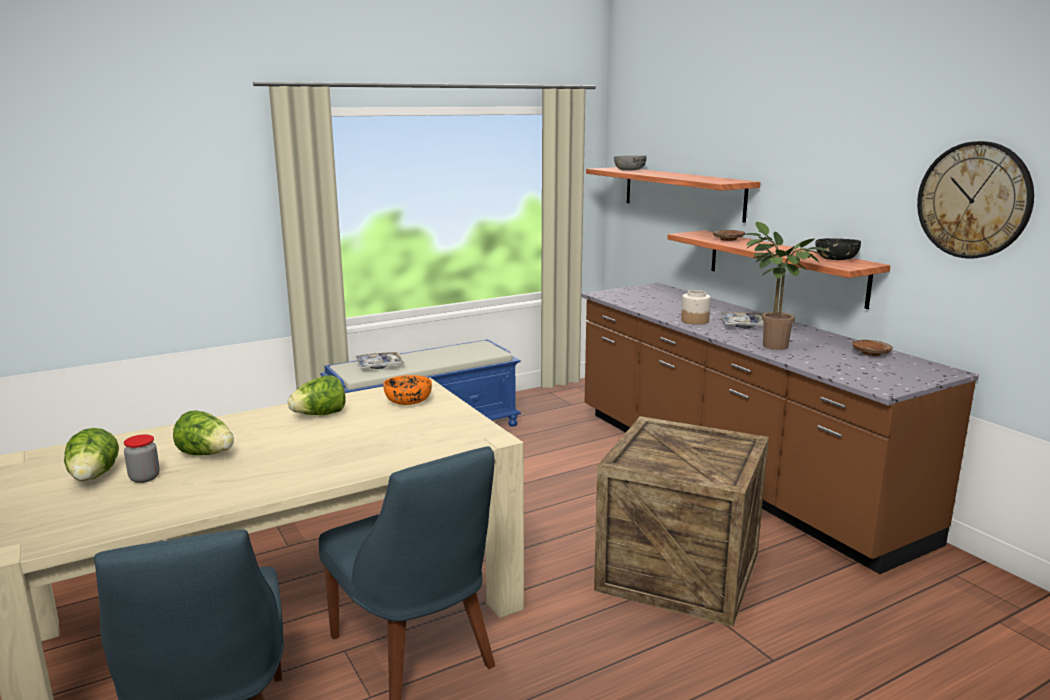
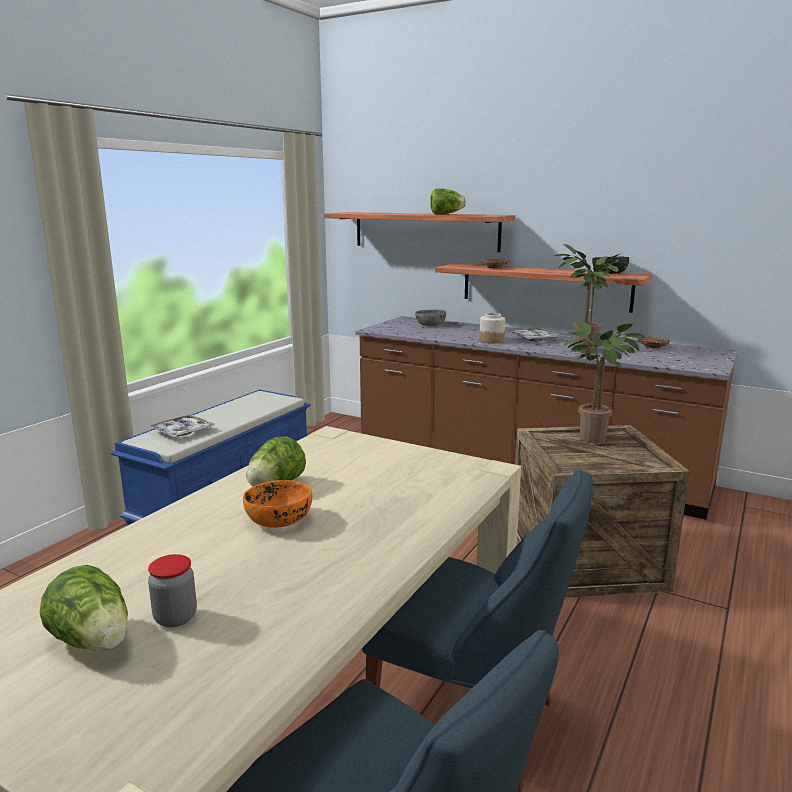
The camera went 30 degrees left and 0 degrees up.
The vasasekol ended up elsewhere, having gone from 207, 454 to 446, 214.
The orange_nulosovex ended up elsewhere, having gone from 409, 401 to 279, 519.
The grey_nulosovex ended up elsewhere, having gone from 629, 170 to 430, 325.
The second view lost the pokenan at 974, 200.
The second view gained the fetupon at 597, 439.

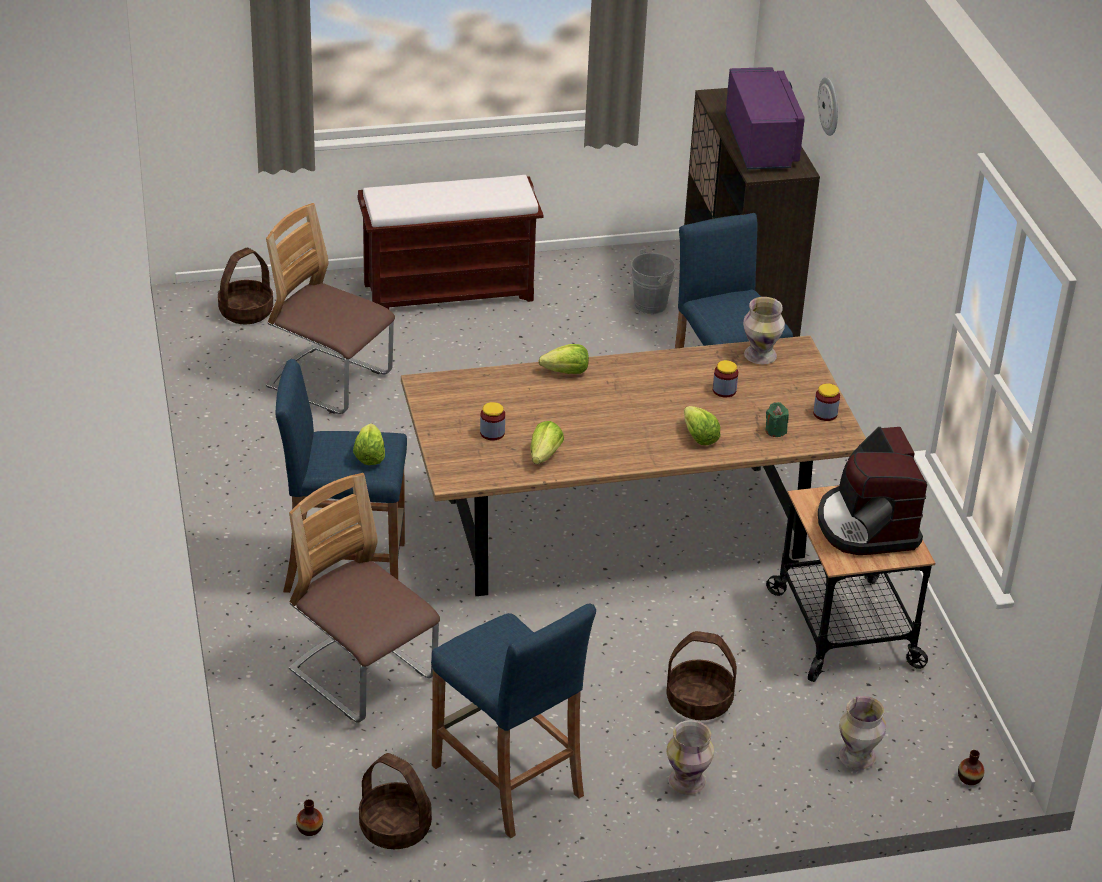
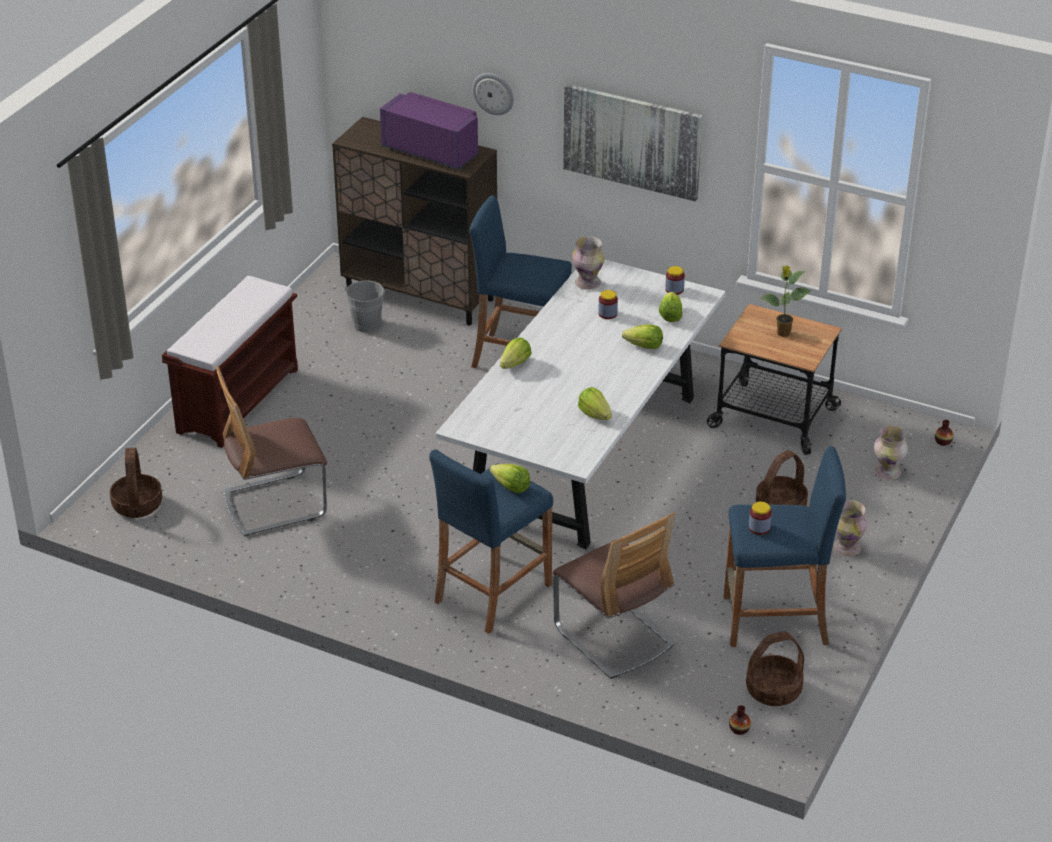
The camera went 50 degrees left and 0 degrees up.
The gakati at 362, 676 ended up facing another way, 120 degrees counterclockwise from before.
What was the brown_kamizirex at 624, 527 turned into the white_kamizirex at 585, 453.
The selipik ended up elsewhere, having gone from 492, 433 to 759, 528.
Where the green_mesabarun stood at 775, 431, the vasasekol came to stand at 670, 315.
Where the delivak stood at 866, 525, the fetupon came to stand at 783, 333.
The second view gained the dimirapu at 632, 141.

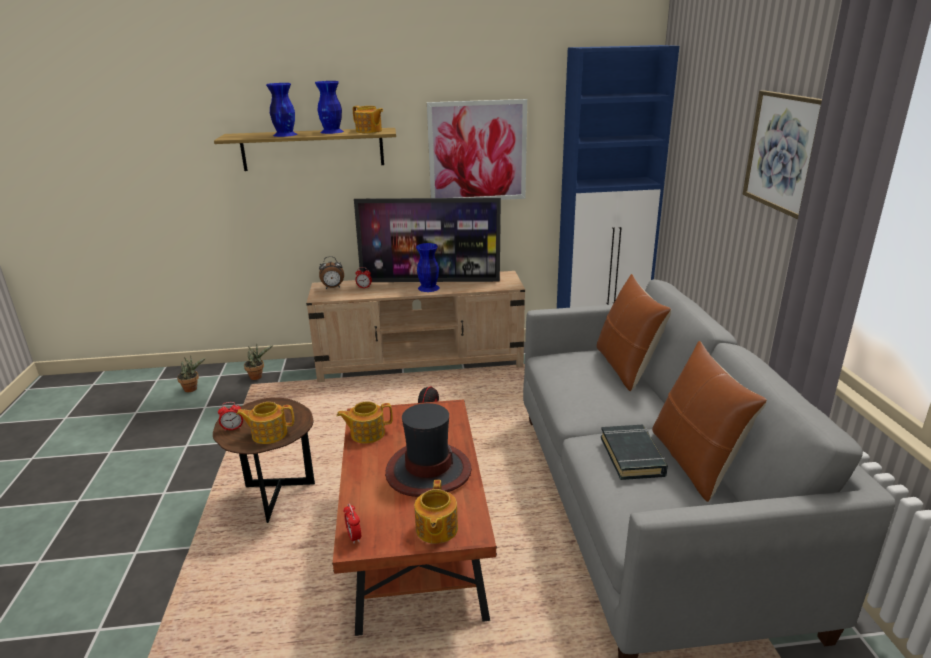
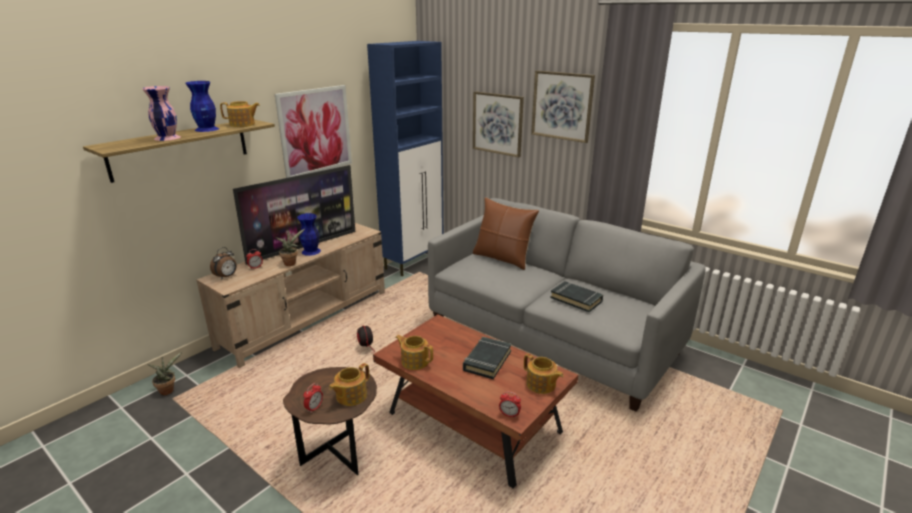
The camera went 45 degrees left and 0 degrees up.
The fetupon ended up elsewhere, having gone from 192, 389 to 291, 263.
What was the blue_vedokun at 285, 134 turned into the pink_vedokun at 167, 138.
The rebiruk at 366, 433 ended up facing another way, 90 degrees clockwise from before.
Where the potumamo stood at 428, 471, the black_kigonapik came to stand at 487, 360.
The second view lost the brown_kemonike at 694, 462.
The second view gained the dimirapu at 497, 123.

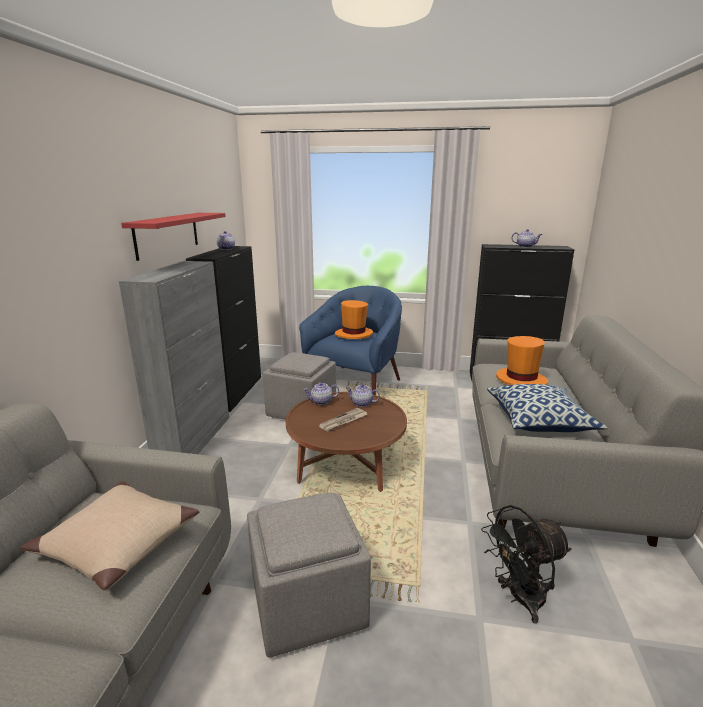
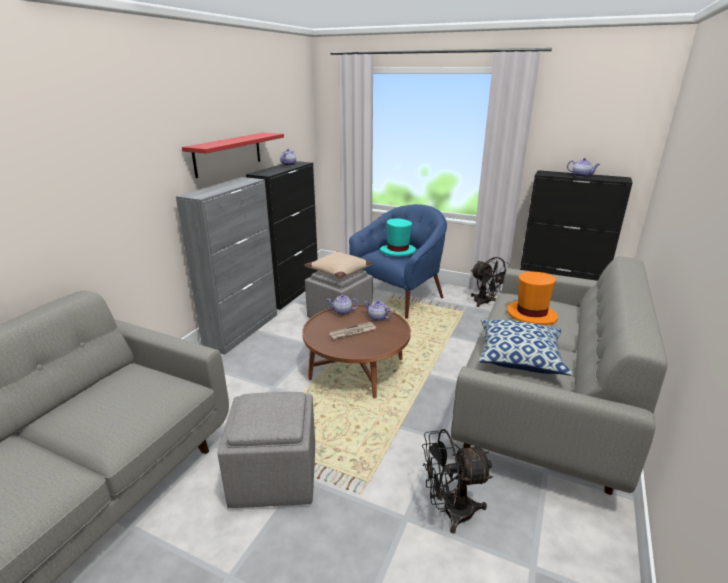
The camera went 15 degrees right and 5 degrees up.
The beige_kemonike ended up elsewhere, having gone from 117, 543 to 338, 271.
What was the orange_potumamo at 353, 334 turned into the turquoise_potumamo at 397, 251.
The second view gained the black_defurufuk at 485, 302.

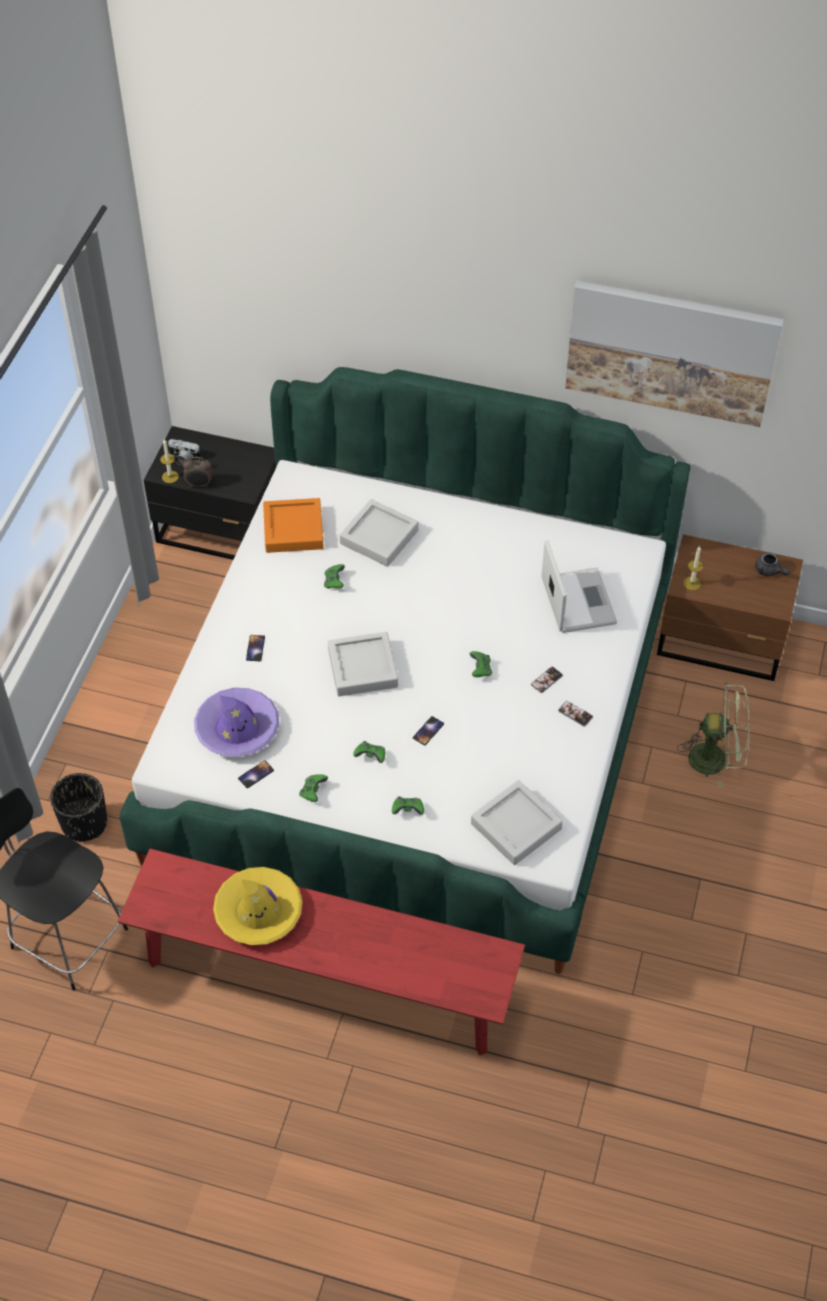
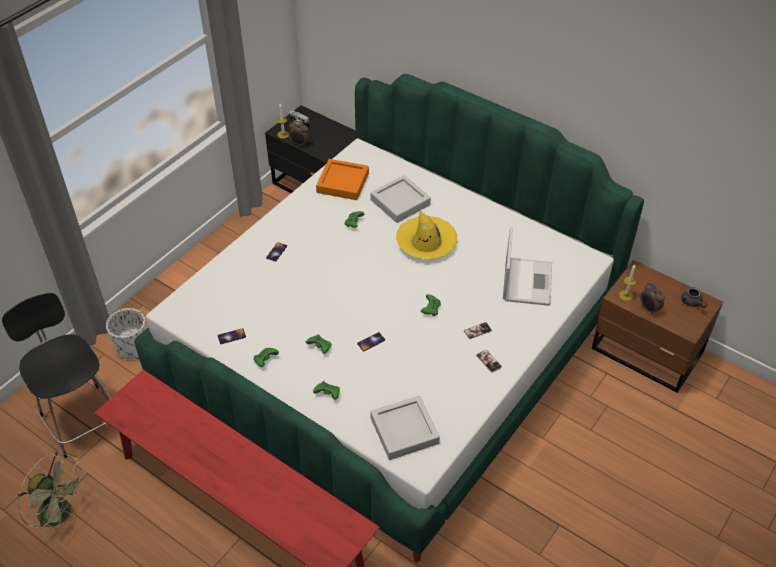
The camera went 20 degrees right and 5 degrees down.
What was the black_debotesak at 84, 824 turned into the white_debotesak at 132, 347.
The second view lost the purple_potumamo at 237, 728.
The yellow_potumamo ended up elsewhere, having gone from 259, 911 to 426, 243.
The second view lost the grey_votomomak at 362, 668.
The second view lost the dimirapu at 671, 351.
The green_defurufuk ended up elsewhere, having gone from 716, 759 to 62, 514.
The second view gained the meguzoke at 648, 309.

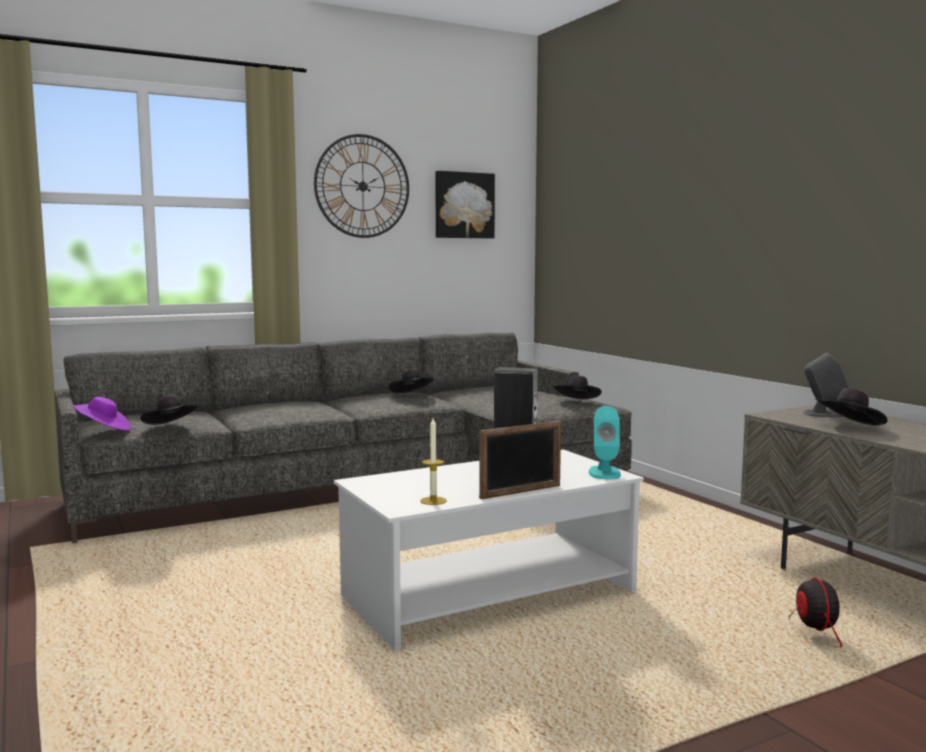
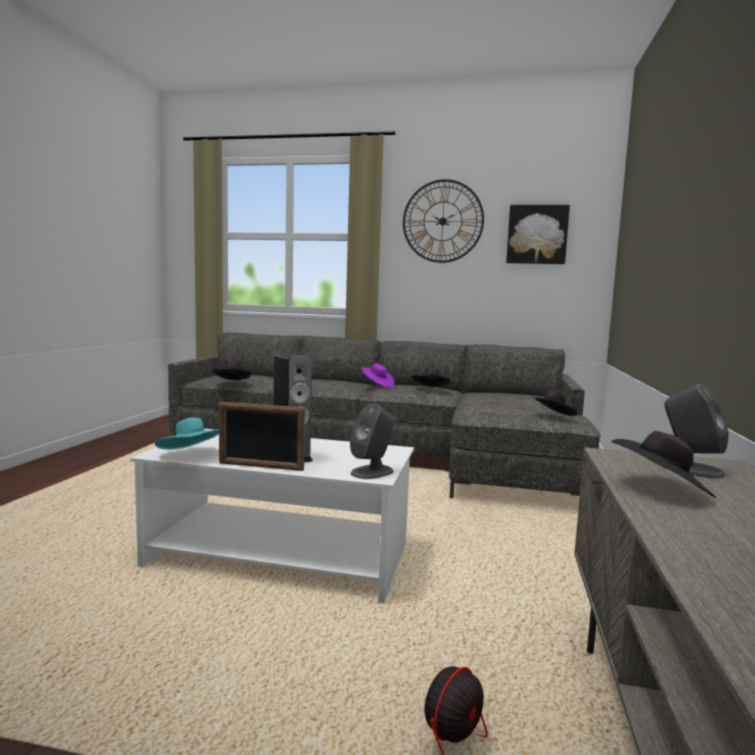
The camera went 40 degrees right and 0 degrees up.
The purple_potumamo ended up elsewhere, having gone from 103, 430 to 377, 385.
Where the mesabarun stood at 433, 501, the turquoise_potumamo came to stand at 191, 455.
What was the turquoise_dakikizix at 604, 473 turned into the grey_dakikizix at 372, 472.

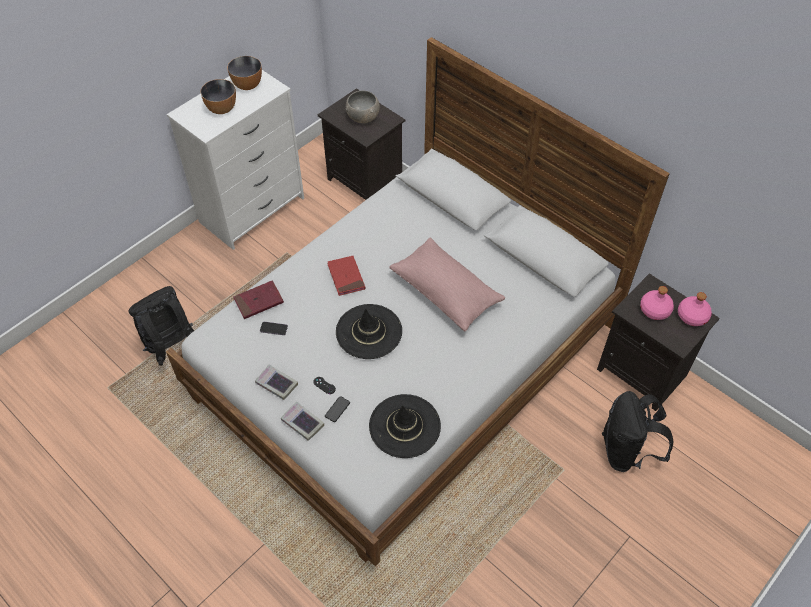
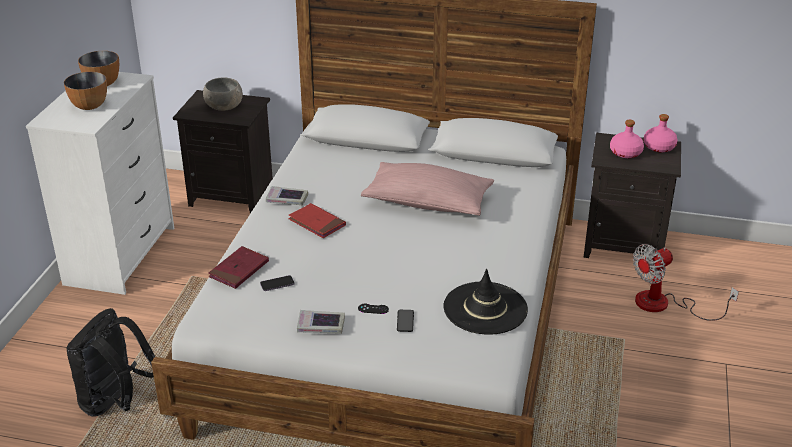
The camera went 30 degrees left and 20 degrees down.
The kigonapik ended up elsewhere, having gone from 302, 423 to 287, 199.
The second view lost the black_potumamo at 369, 332.
Where the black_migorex stood at 626, 451, the defurufuk came to stand at 664, 305.

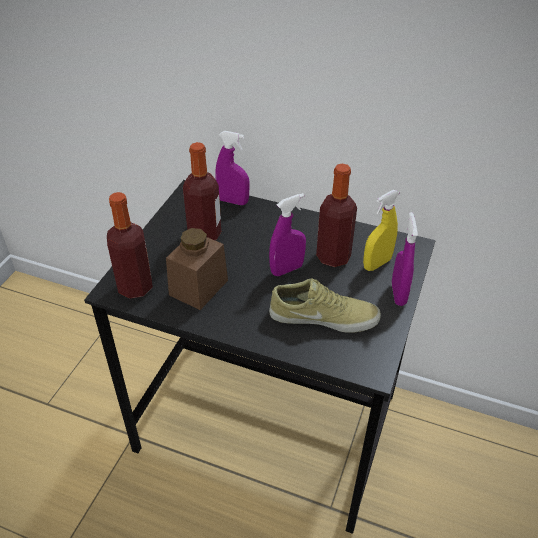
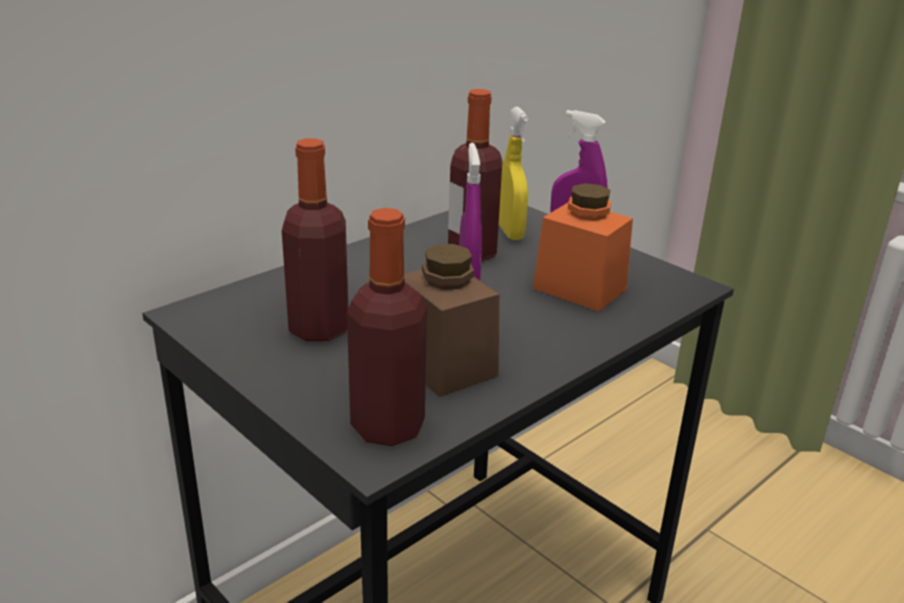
The camera went 65 degrees left and 15 degrees down.
The second view lost the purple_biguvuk at 233, 201.
Where the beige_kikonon stood at 324, 315, the orange_selipik came to stand at 579, 288.

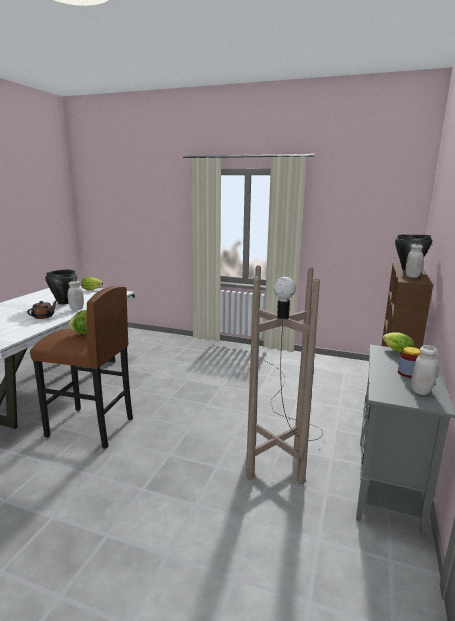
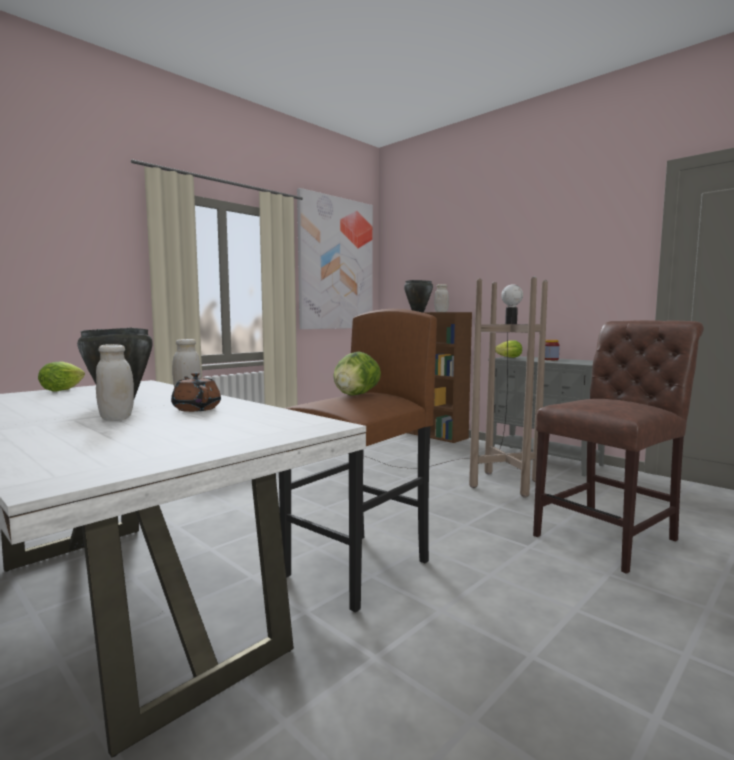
The camera went 65 degrees left and 10 degrees down.
The white_selipik ended up elsewhere, having gone from 421, 391 to 116, 418.
The second view gained the dimirapu at 336, 264.
The second view gained the brown_gakati at 610, 536.

